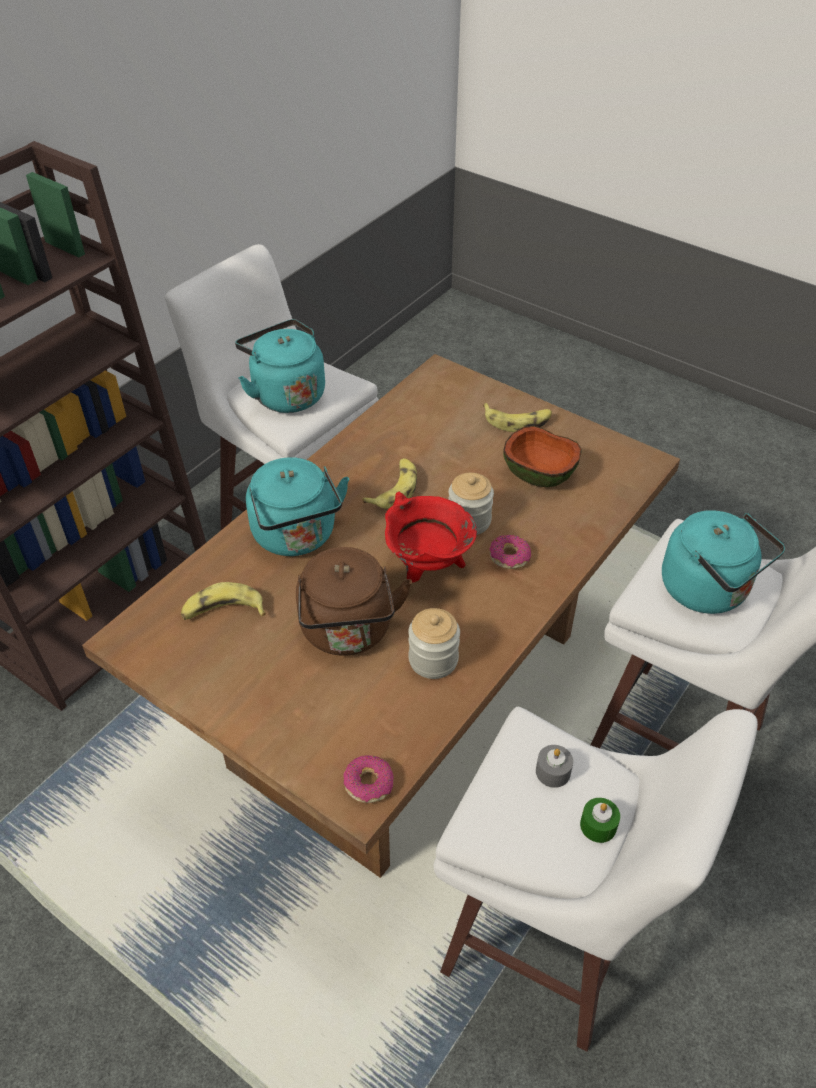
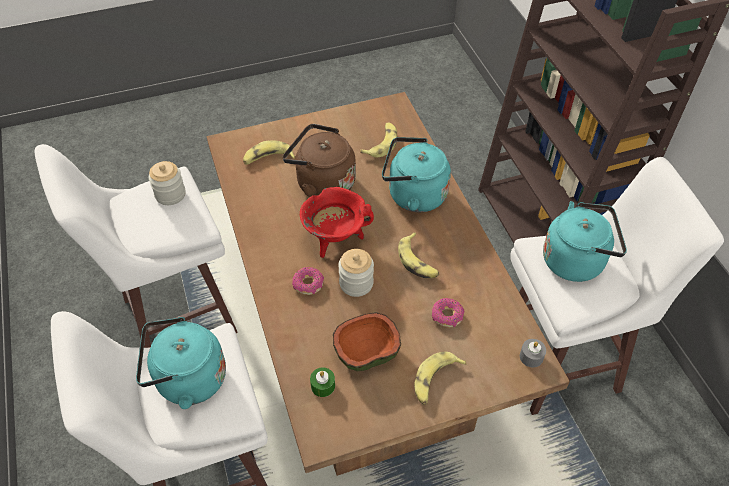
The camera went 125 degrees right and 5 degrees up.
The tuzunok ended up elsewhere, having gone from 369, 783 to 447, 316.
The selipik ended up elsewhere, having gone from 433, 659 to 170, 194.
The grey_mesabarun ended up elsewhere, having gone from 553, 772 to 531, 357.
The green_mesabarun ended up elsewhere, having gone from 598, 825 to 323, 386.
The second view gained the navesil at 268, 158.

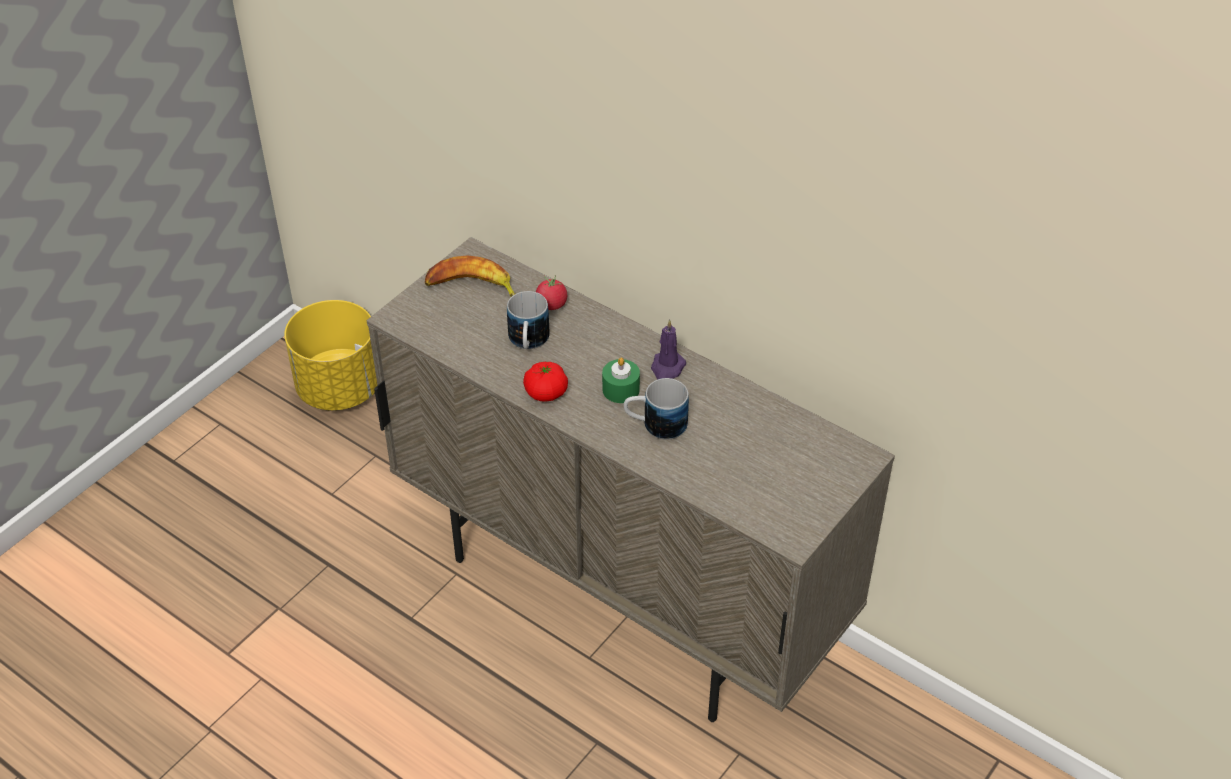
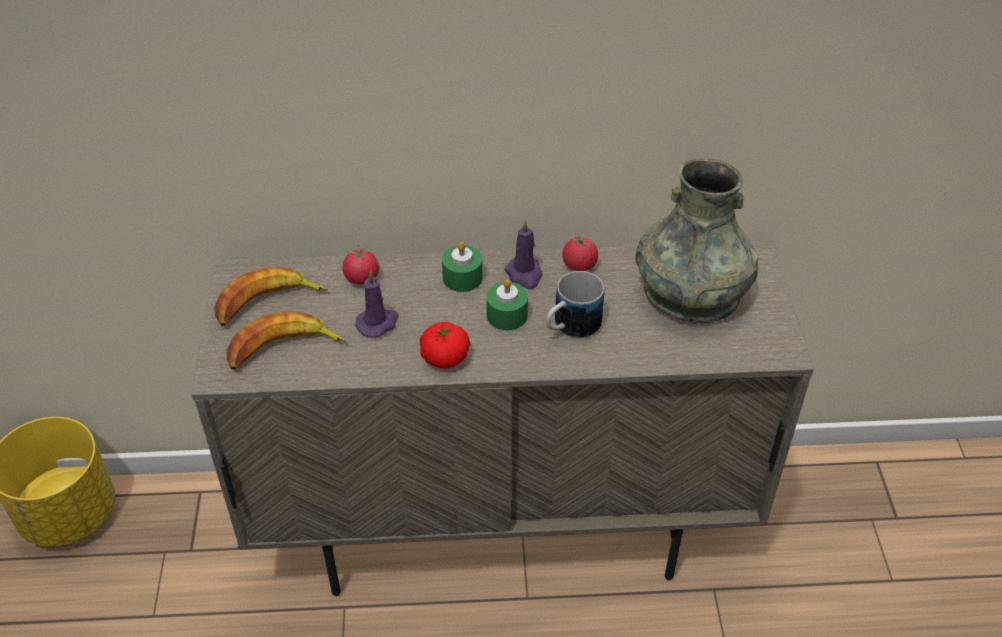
The camera went 40 degrees left and 0 degrees up.
Where the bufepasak stood at 528, 342, the purple_mesabarun came to stand at 378, 323.
The second view gained the navesil at 283, 349.
The second view gained the green_mesabarun at 462, 278.
The second view gained the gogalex at 579, 265.
The second view gained the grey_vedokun at 691, 293.

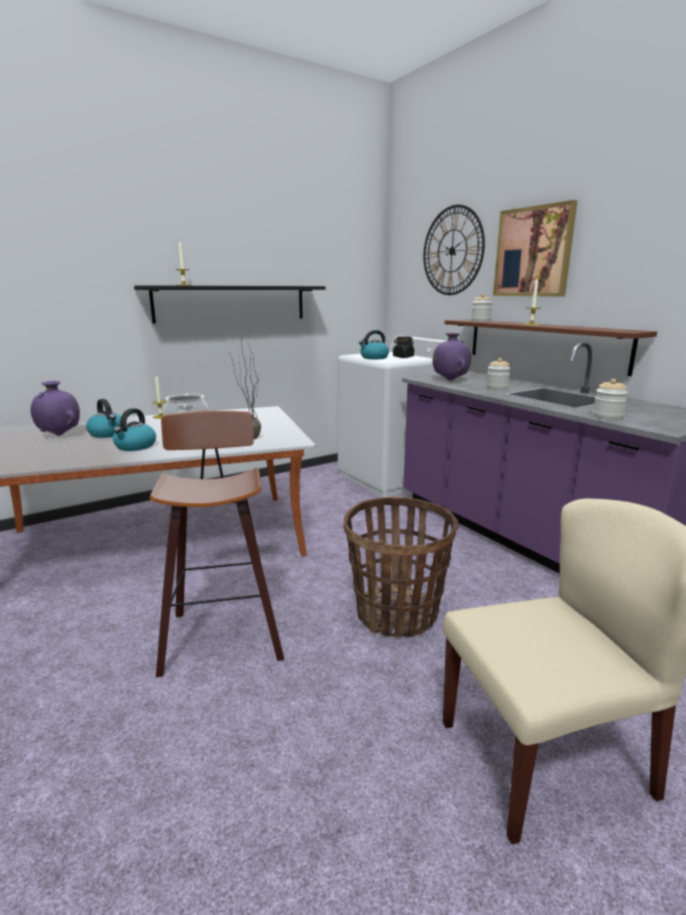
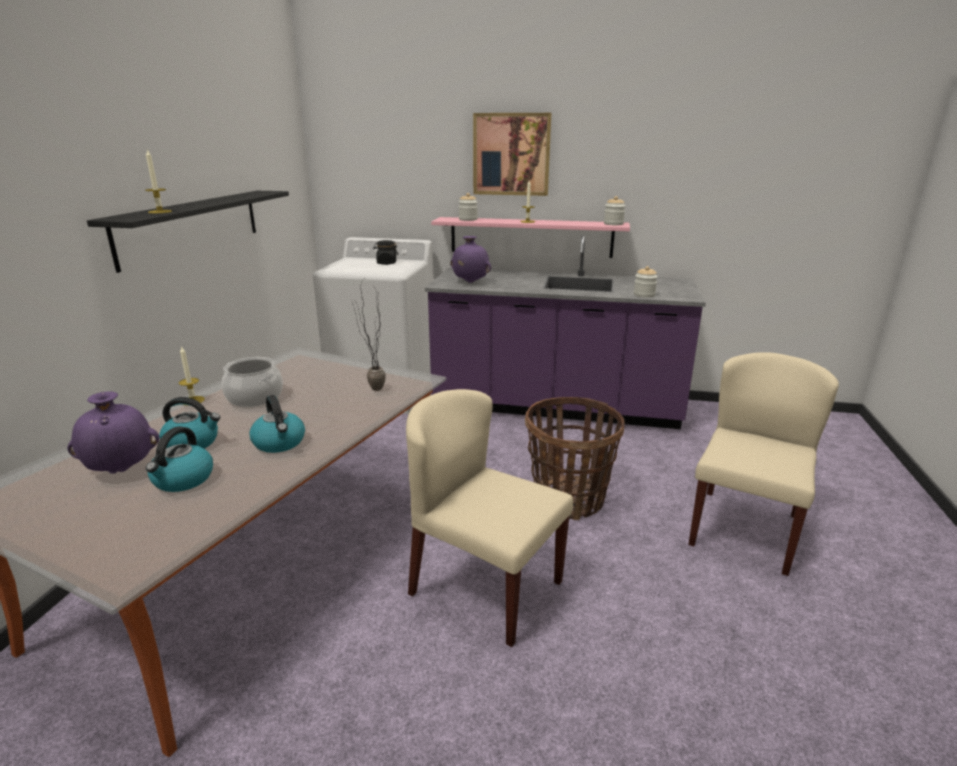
The camera went 45 degrees left and 5 degrees up.
Where the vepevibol stood at 222, 633, the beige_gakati came to stand at 485, 587.
The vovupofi ended up elsewhere, having gone from 374, 358 to 183, 480.
The second view lost the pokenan at 452, 251.
What was the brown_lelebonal at 543, 344 turned into the pink_lelebonal at 530, 237.
The selipik ended up elsewhere, having gone from 497, 387 to 613, 224.

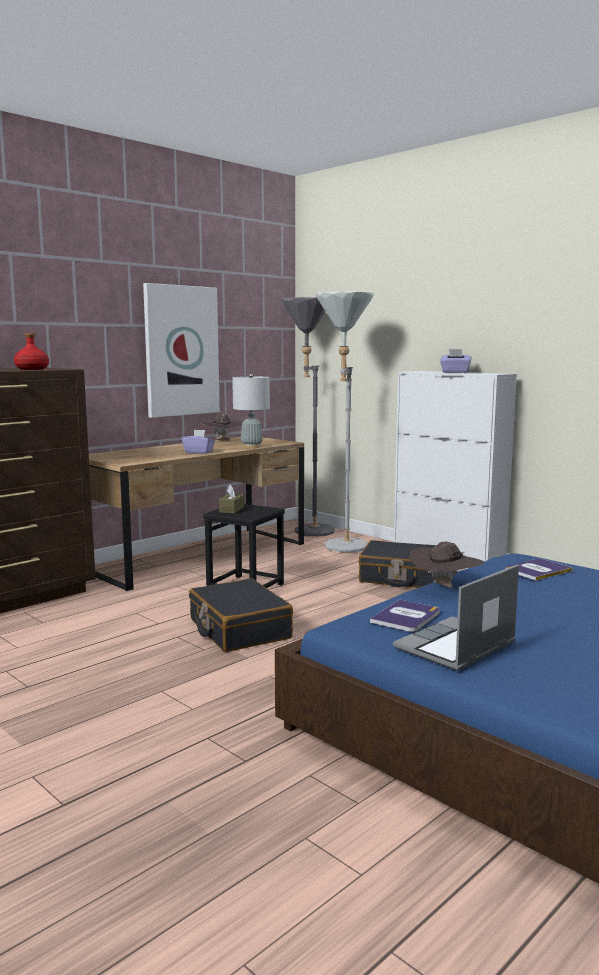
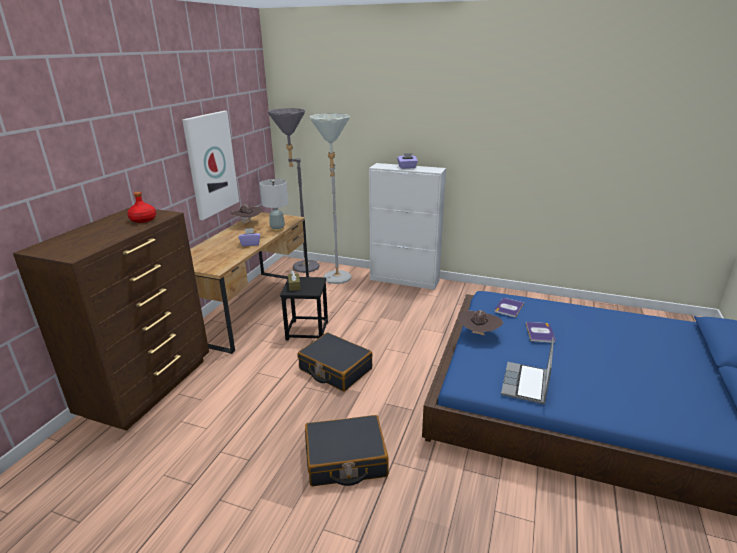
The camera went 25 degrees left and 15 degrees up.
The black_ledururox ended up elsewhere, having gone from 401, 577 to 346, 460.
The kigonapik ended up elsewhere, having gone from 406, 617 to 540, 333.

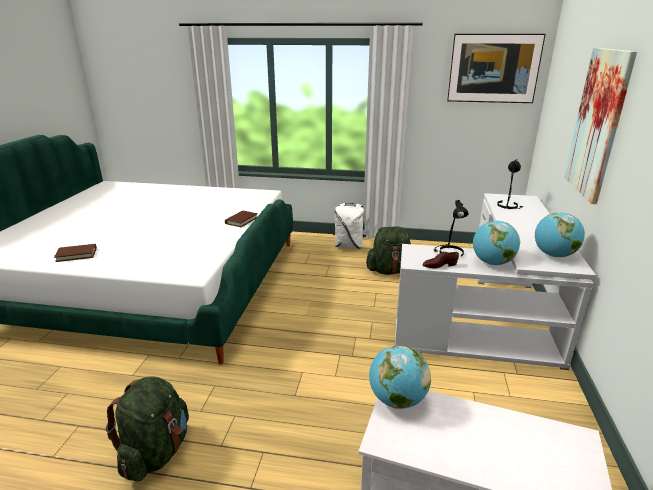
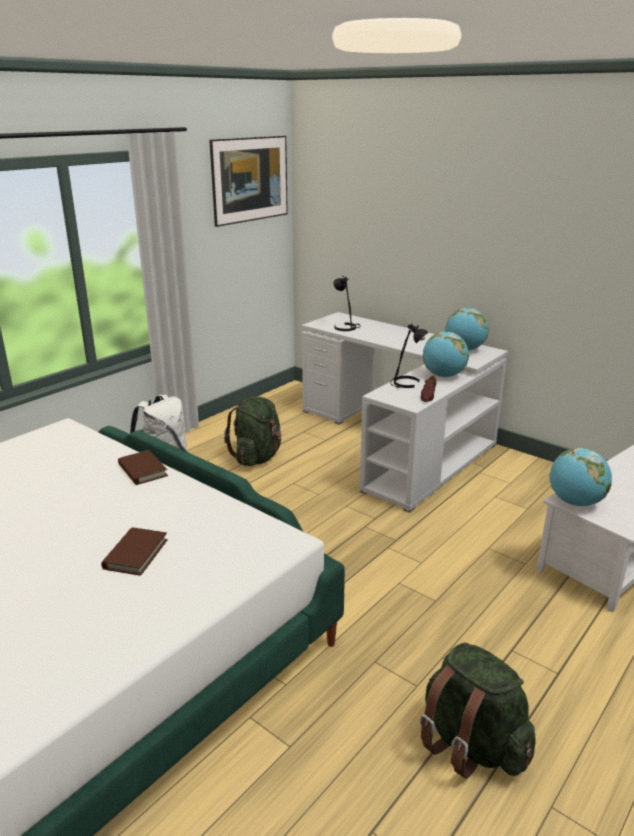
The camera went 60 degrees left and 0 degrees up.
The brown_kigonapik ended up elsewhere, having gone from 76, 254 to 135, 554.
The second view lost the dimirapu at 597, 124.

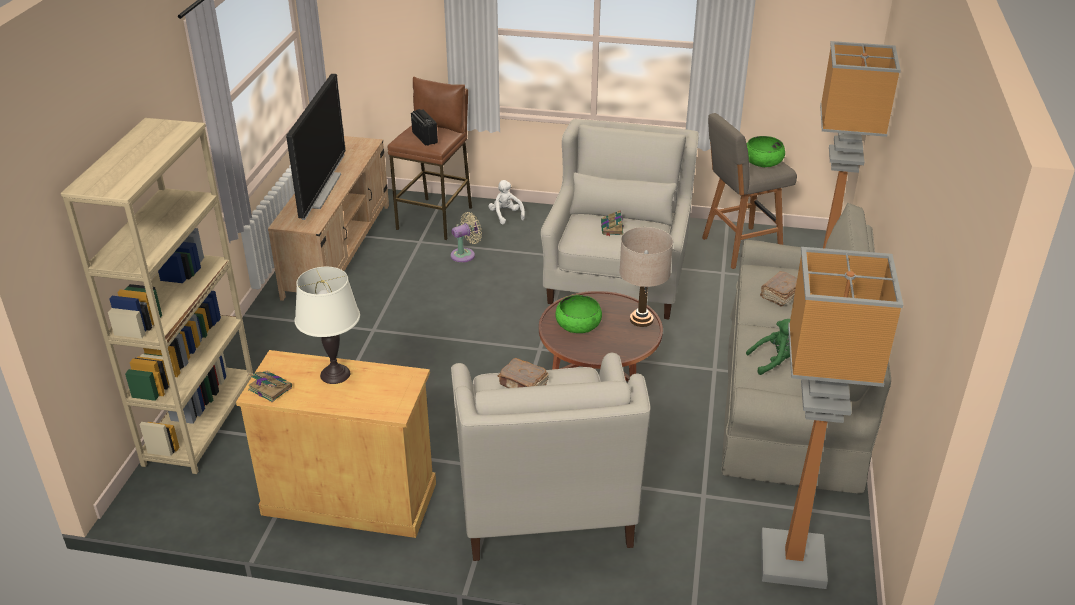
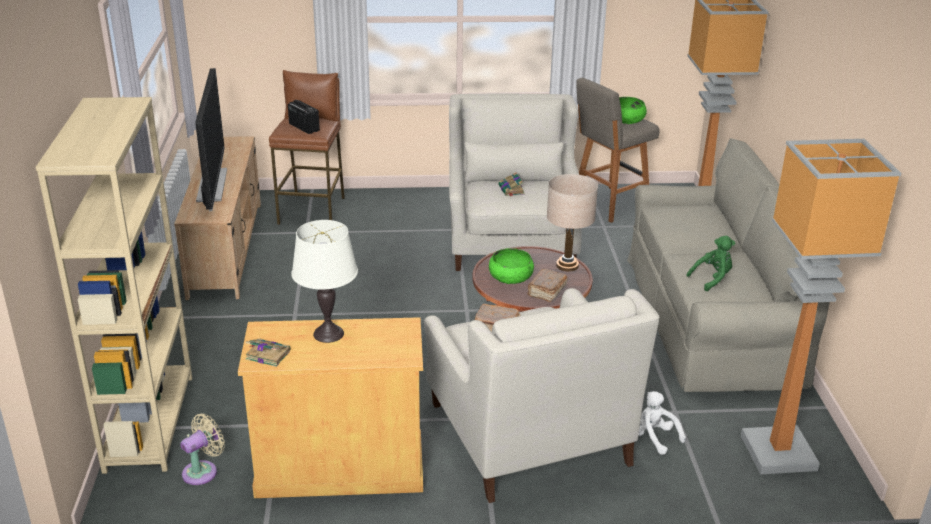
The camera went 15 degrees left and 5 degrees down.
The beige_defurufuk ended up elsewhere, having gone from 465, 254 to 203, 471.
The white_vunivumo ended up elsewhere, having gone from 506, 215 to 655, 438.
The brown_kigonapik ended up elsewhere, having gone from 780, 295 to 546, 291.

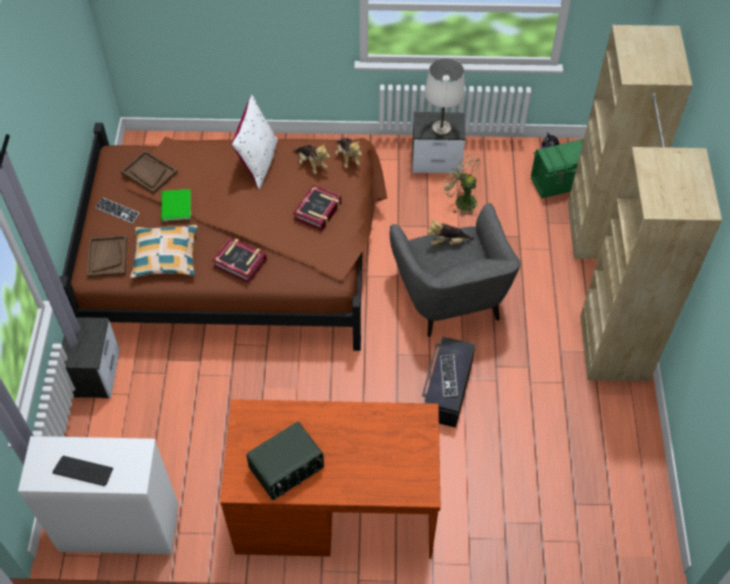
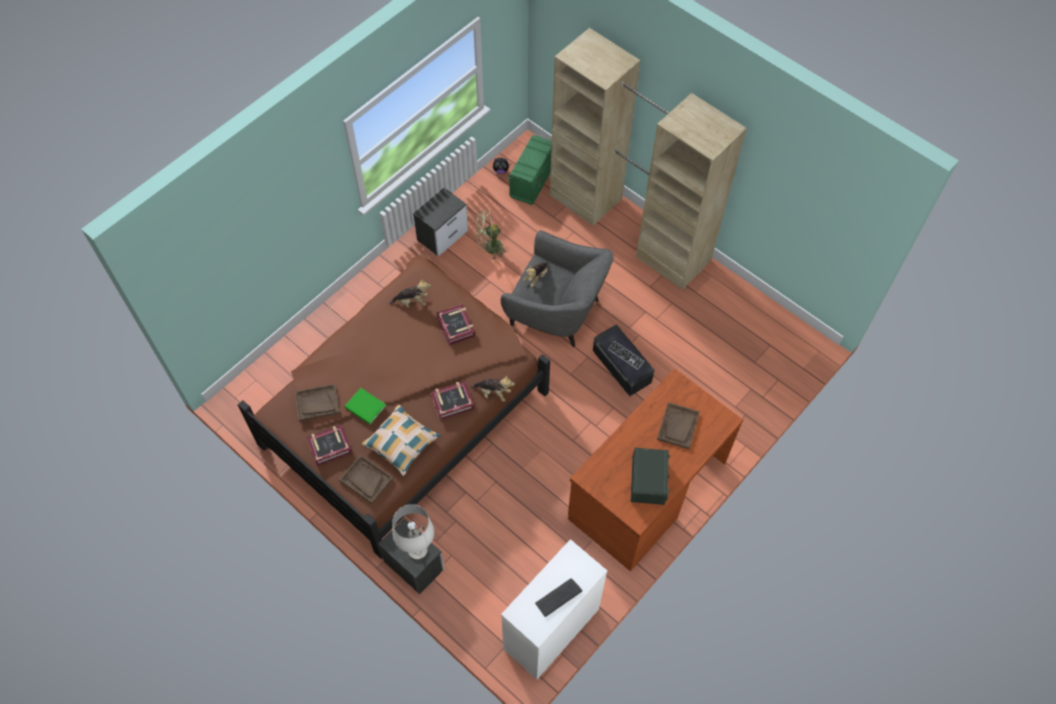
The camera went 50 degrees left and 5 degrees up.
Where the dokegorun stood at 117, 211, the kigonapik came to stand at 330, 446.
The second view lost the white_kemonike at 258, 162.
The vunivumo ended up elsewhere, having gone from 348, 158 to 493, 393.
The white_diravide ended up elsewhere, having gone from 441, 129 to 418, 551.
The second view gained the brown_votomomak at 678, 426.

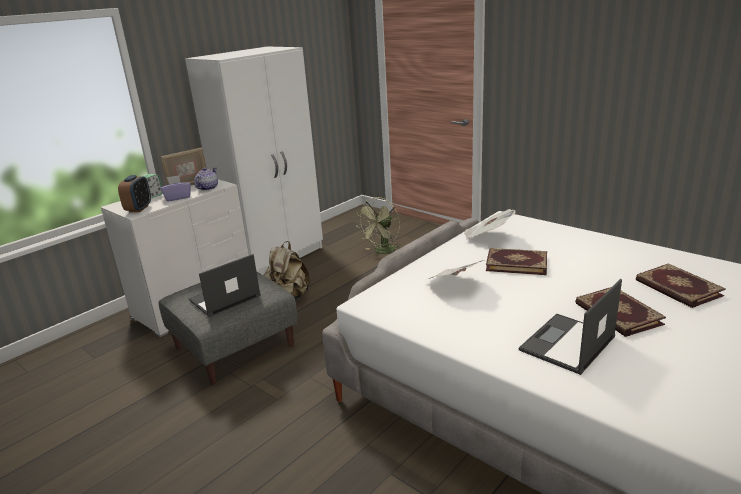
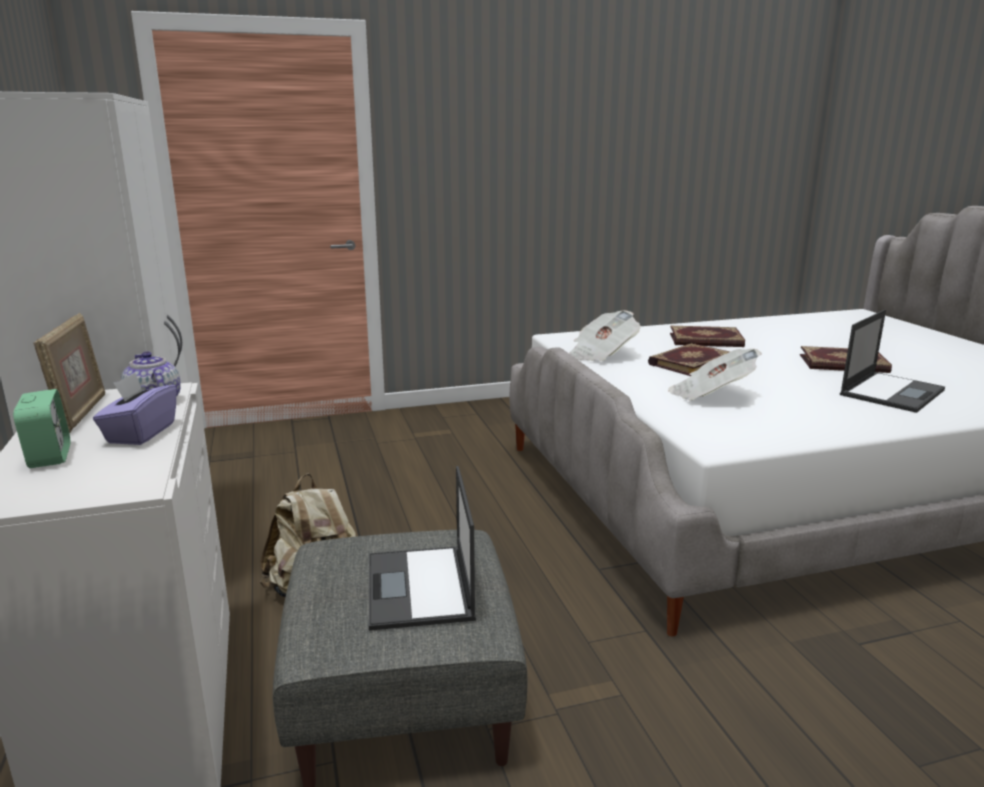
The camera went 60 degrees left and 5 degrees down.
The second view lost the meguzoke at 139, 209.
The second view lost the green_defurufuk at 382, 252.
The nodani at 567, 344 ended up facing another way, 120 degrees counterclockwise from before.
The kigonapik ended up elsewhere, having gone from 677, 288 to 706, 340.

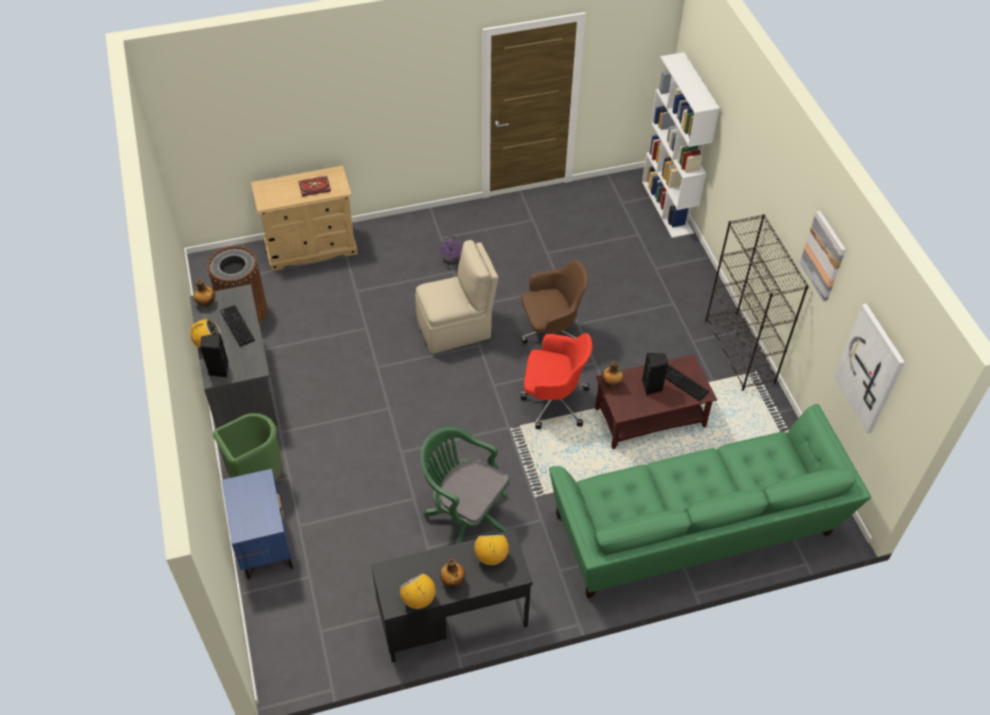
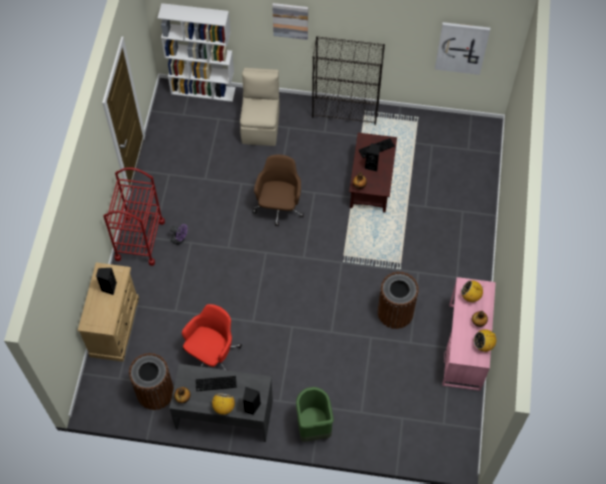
The camera went 65 degrees left and 10 degrees up.
The second view lost the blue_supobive at 263, 543.
Where the kigonapik stood at 315, 187, the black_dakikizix came to stand at 109, 288.
What was the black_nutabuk at 452, 617 turned into the pink_nutabuk at 464, 347.
The beige_gakati ended up elsewhere, having gone from 456, 328 to 261, 125.
Where the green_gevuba stood at 465, 513, the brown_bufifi came to stand at 395, 312.
The red_gevuba ended up elsewhere, having gone from 553, 401 to 212, 354.
The second view lost the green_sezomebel at 694, 530.
The dimirapu ended up elsewhere, having gone from 823, 256 to 290, 20.
The second view gained the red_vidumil at 140, 240.

